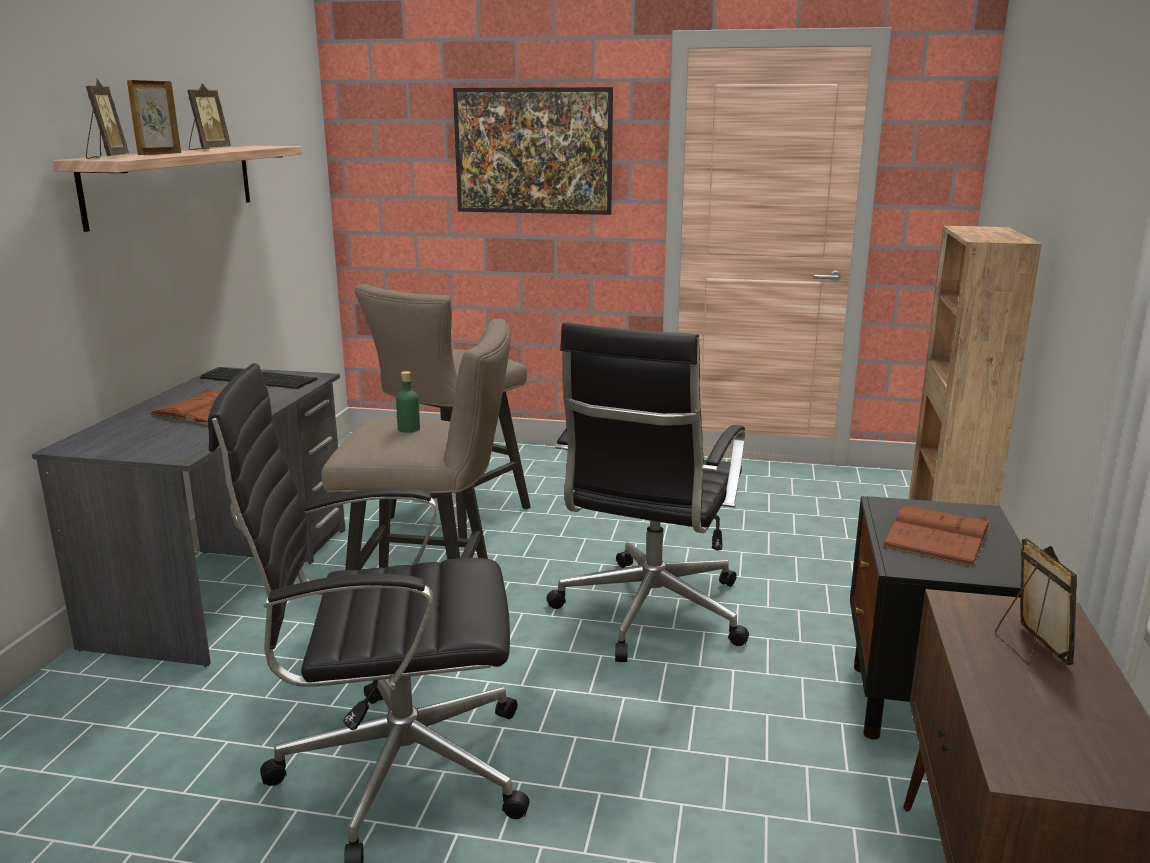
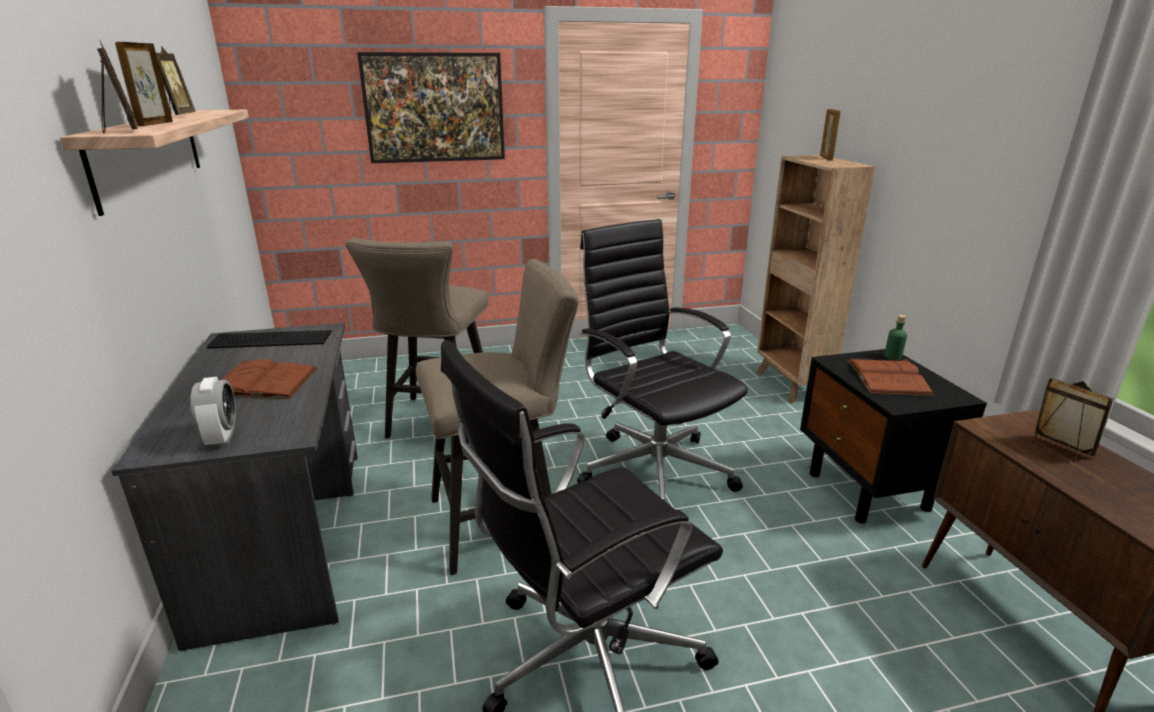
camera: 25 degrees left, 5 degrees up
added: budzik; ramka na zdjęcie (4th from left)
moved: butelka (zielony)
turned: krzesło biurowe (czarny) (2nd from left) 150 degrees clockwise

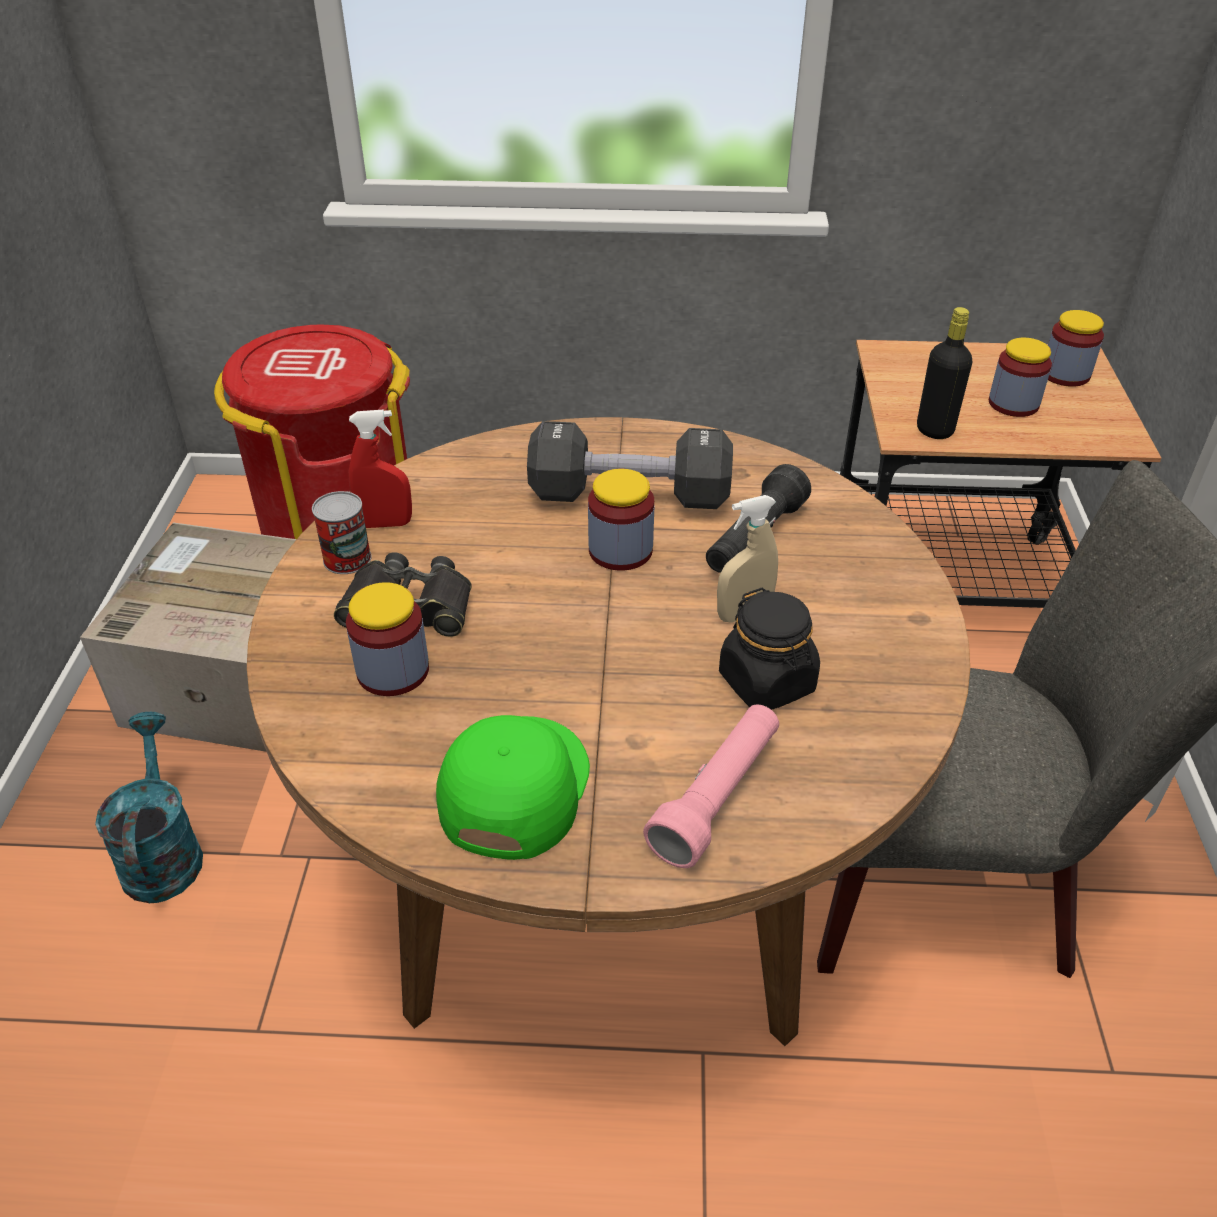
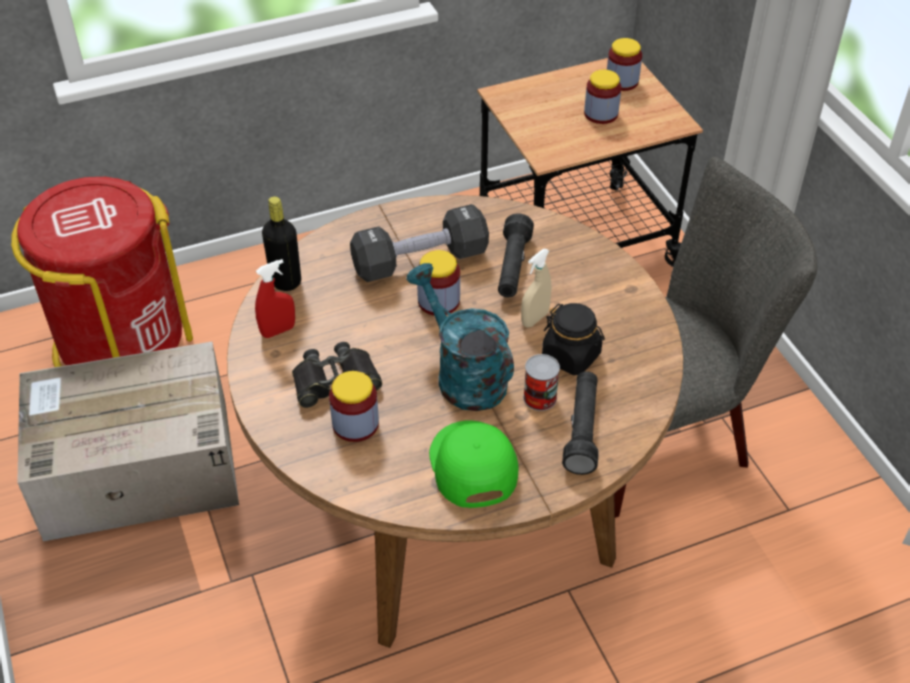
camera: 25 degrees left, 5 degrees up
moved: konewka (turkusowy); puszka; butelka (czarny)
recoloured: latarka (różowy) to latarka (czarny) (2nd from left)

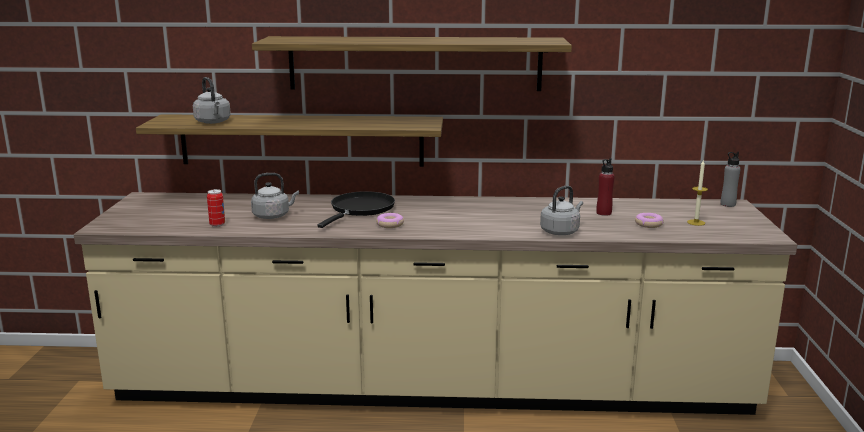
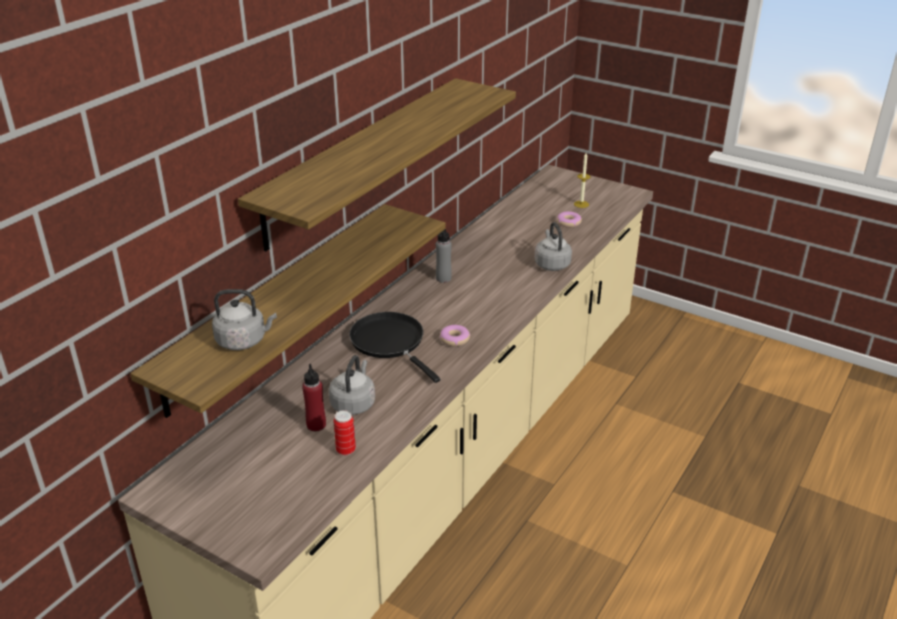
camera: 60 degrees left, 15 degrees up
moved: butelka (czerwony); butelka (szary)

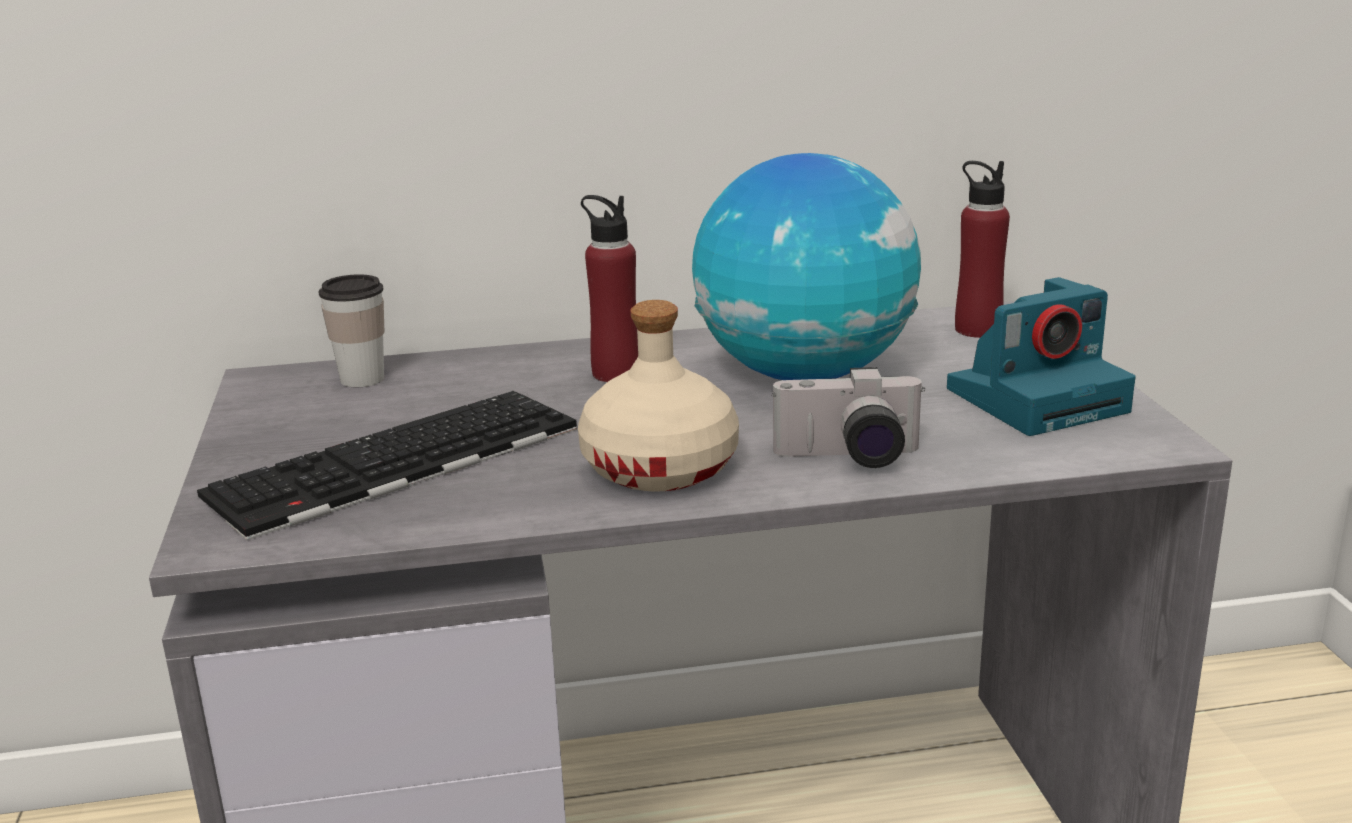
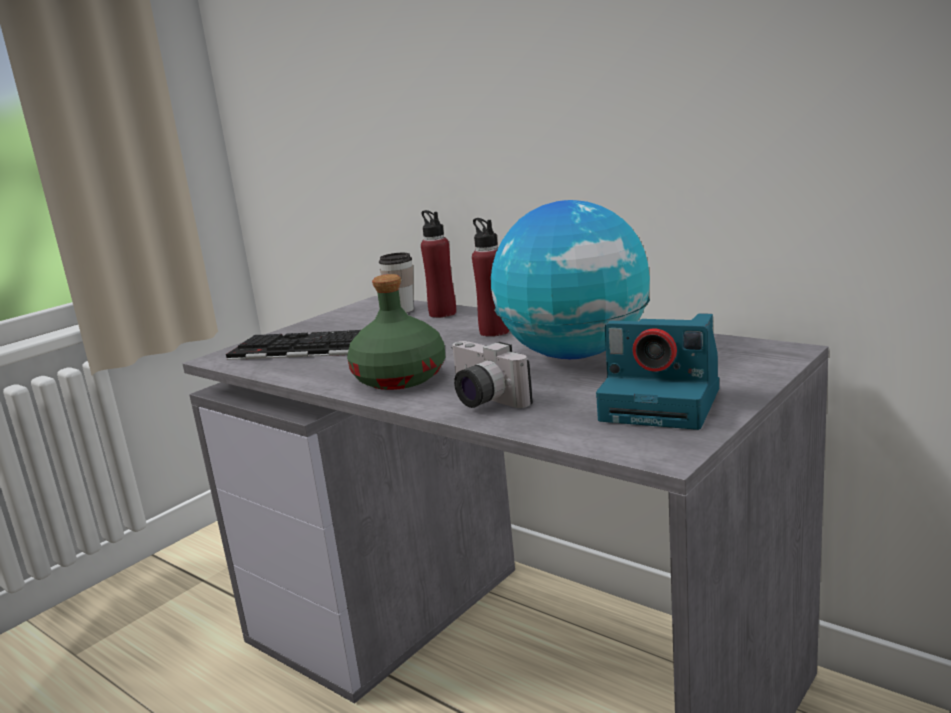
camera: 50 degrees right, 5 degrees down
moved: butelka (czerwony) (2nd from left in the first image) to butelka (czerwony) (1st from left)
recoloured: butelka (beżowy) to butelka (zielony)

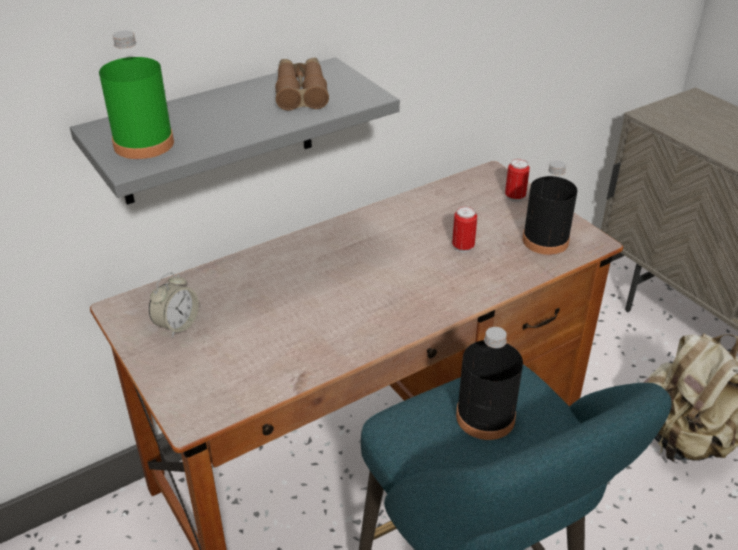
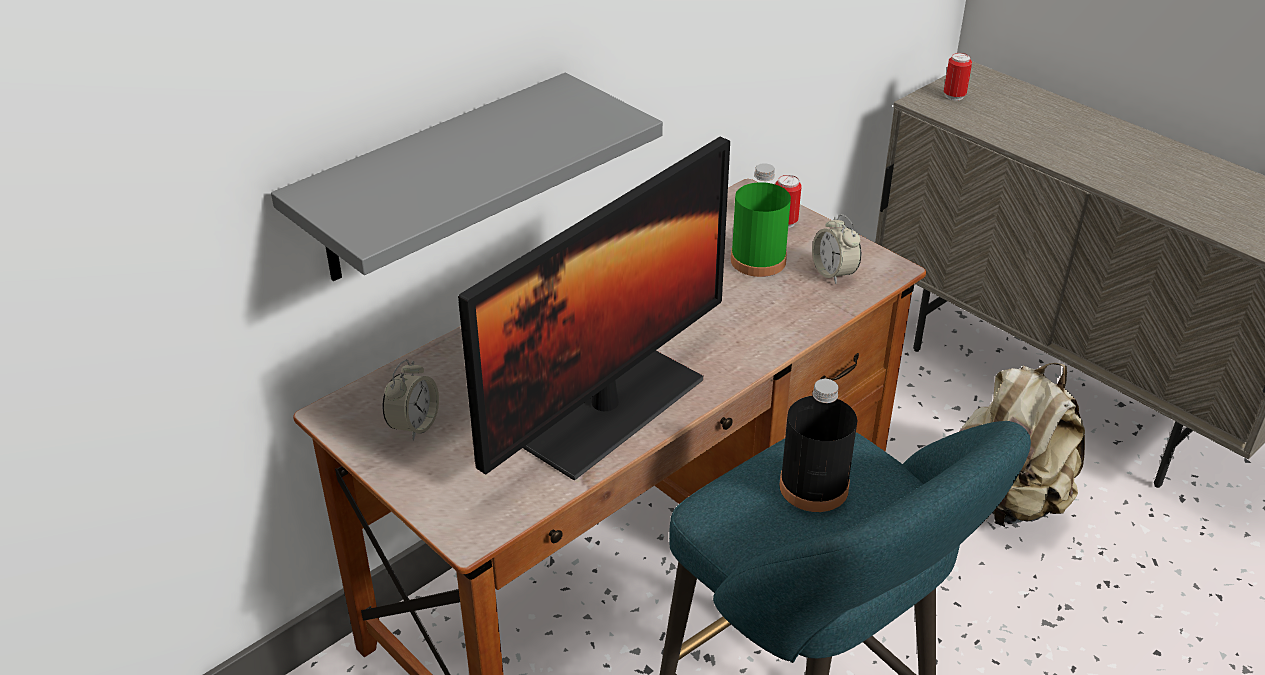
camera: 10 degrees left, 0 degrees up
removed: lornetka (brązowy)
added: monitor
moved: butelka (zielony); puszka (1st from left in the first image) to puszka (2nd from left)
replaced: butelka (czarny) (2nd from left) to budzik (2nd from left)

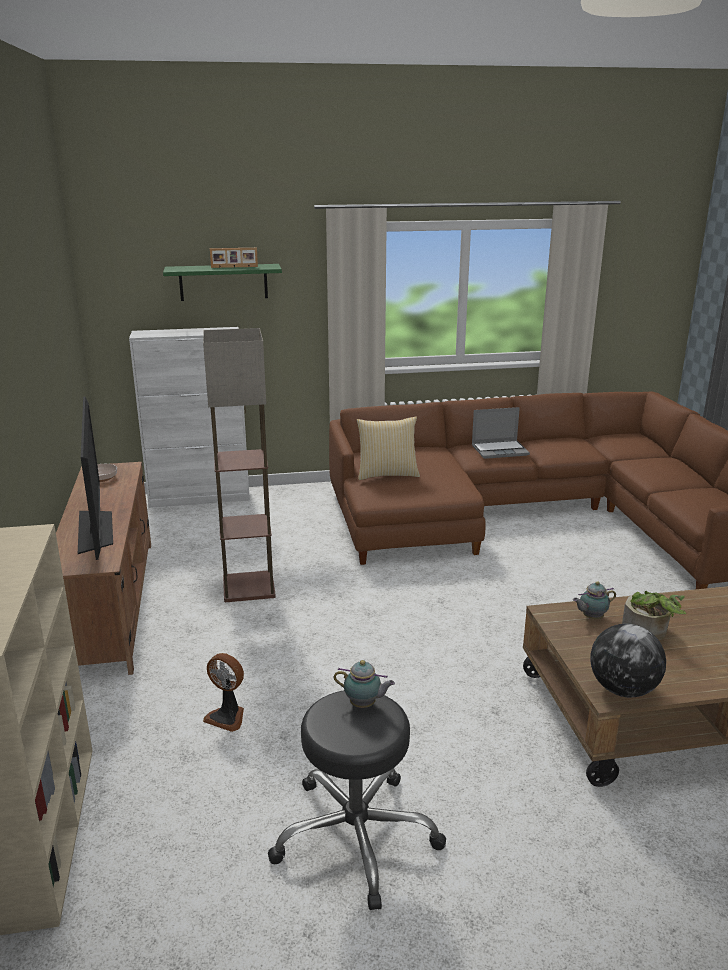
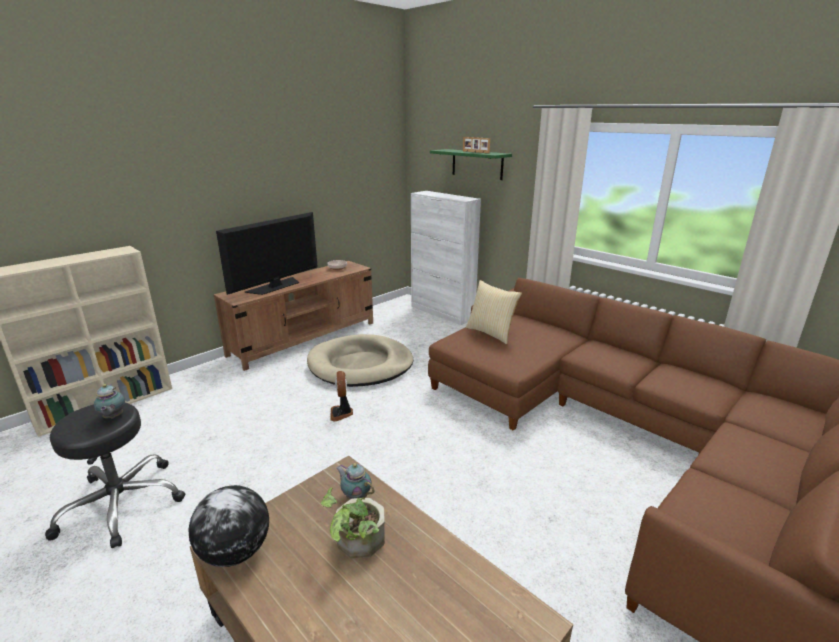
camera: 55 degrees right, 0 degrees up
removed: laptop
moved: wentylator
replaced: lampa stojąca to legowisko (beżowy)

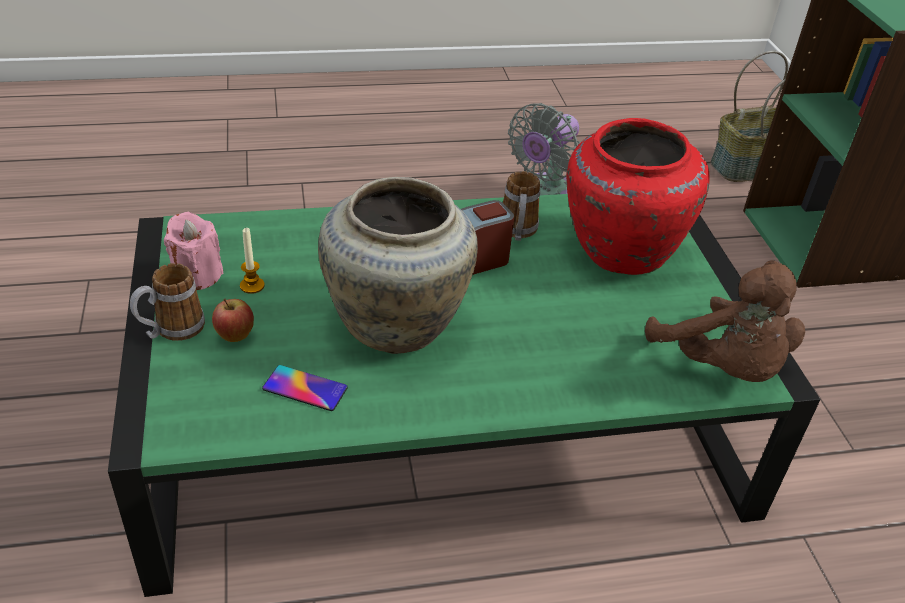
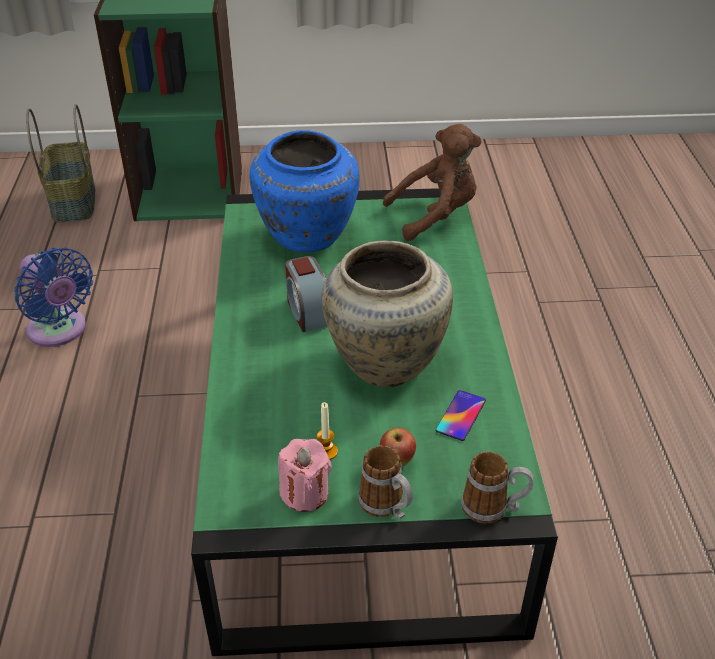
camera: 80 degrees left, 0 degrees up
moved: kubek (2nd from left)
recoloured: wentylator (szary) to wentylator (niebieski); wazon (czerwony) to wazon (niebieski)

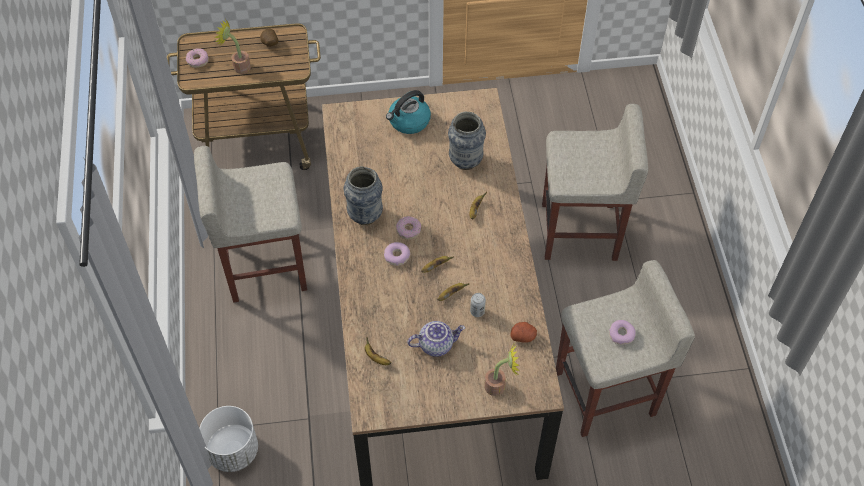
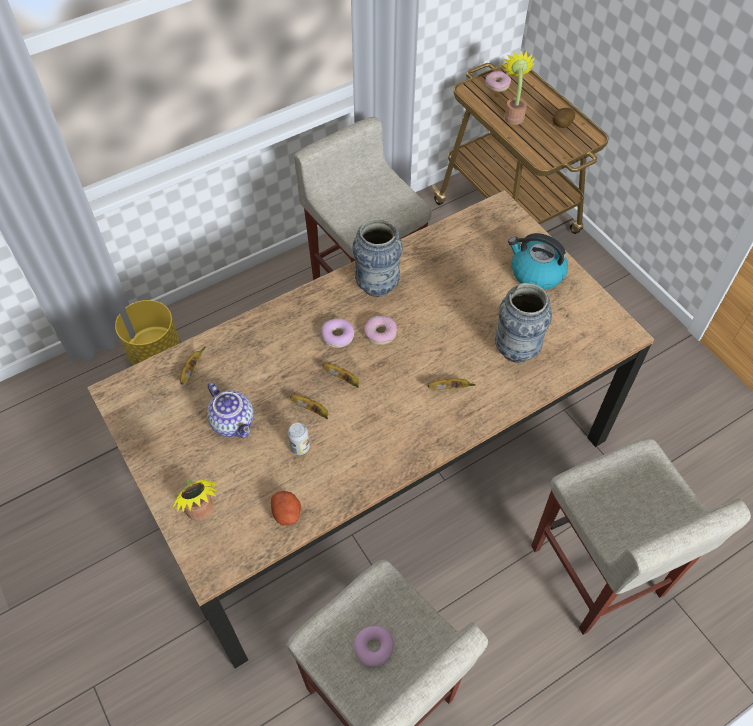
camera: 65 degrees right, 0 degrees up
recoloured: donica (biały) to donica (żółty)

